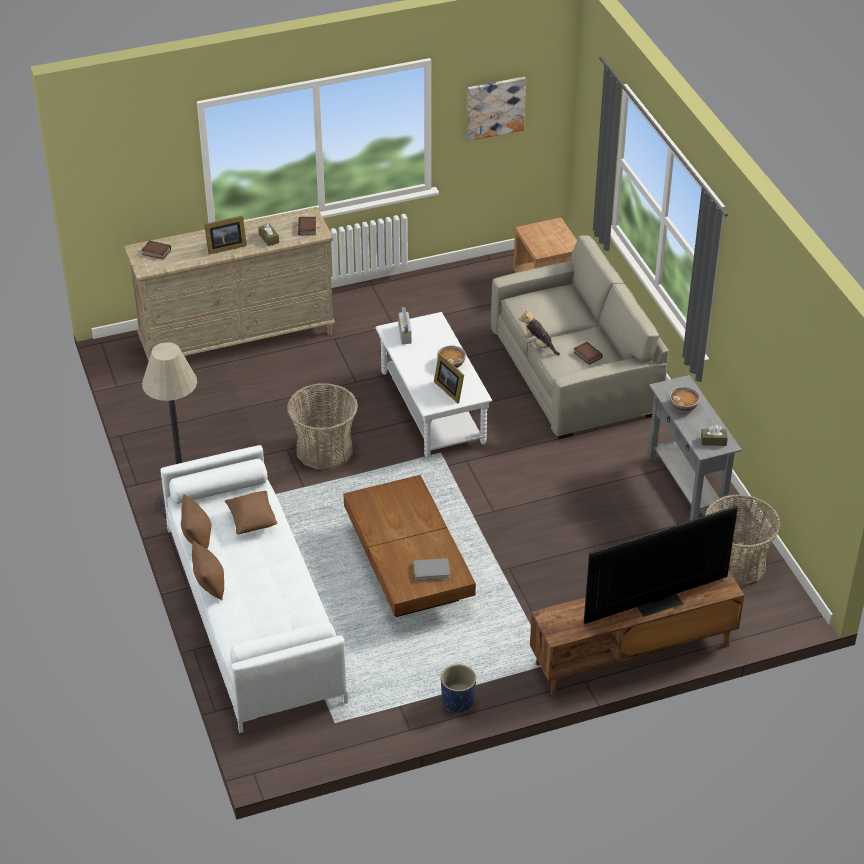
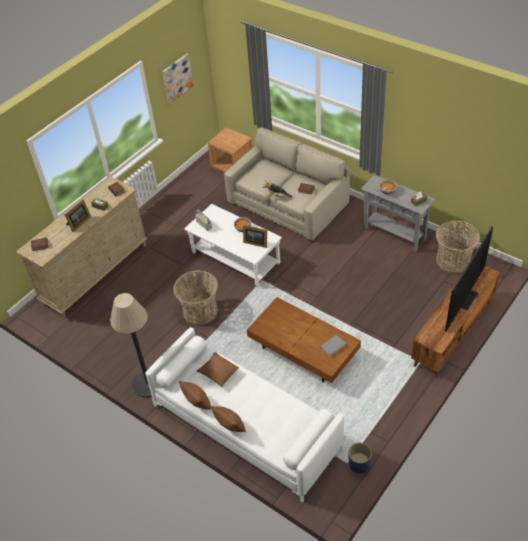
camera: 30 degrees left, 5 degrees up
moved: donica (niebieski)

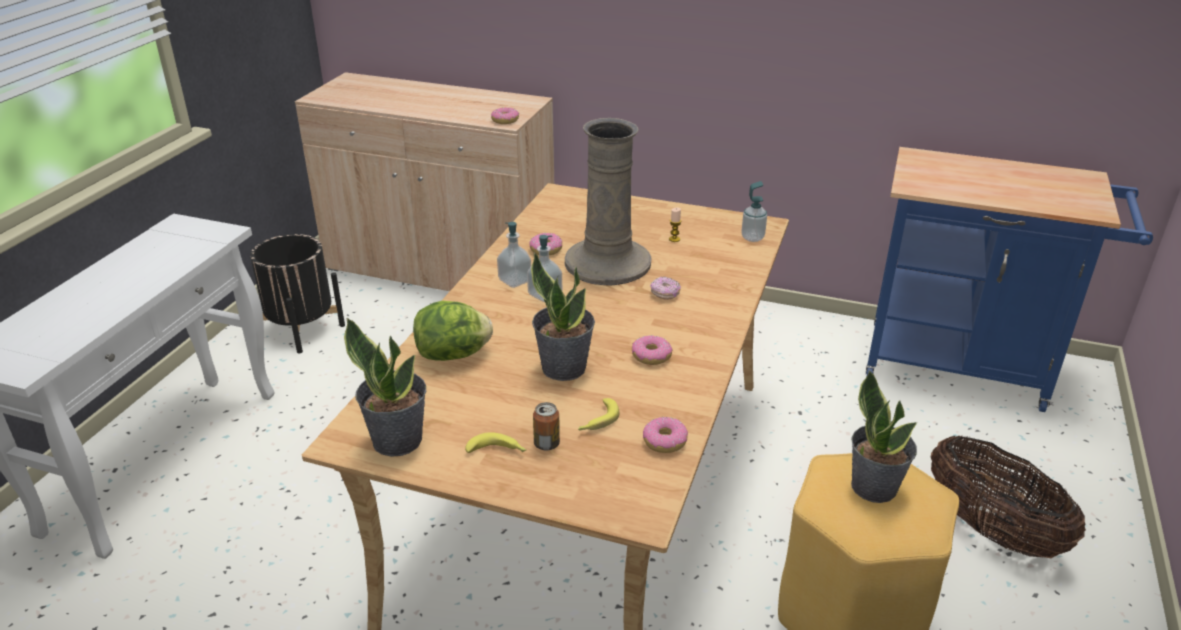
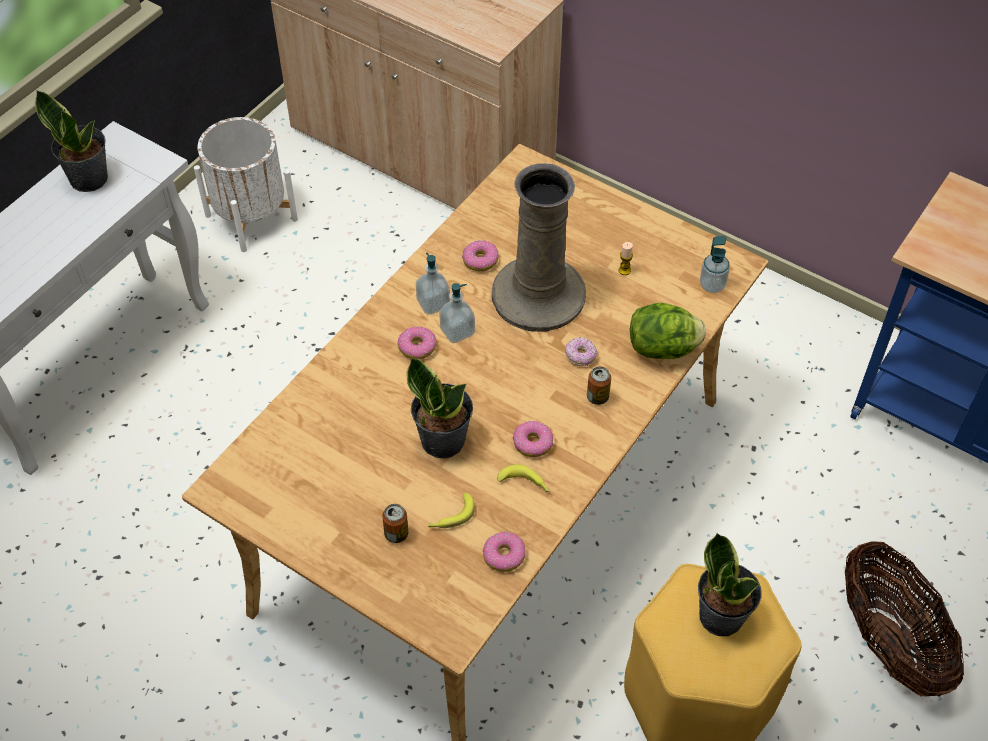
camera: 15 degrees right, 20 degrees up
added: puszka (2nd from left)
moved: roślina doniczkowa (1st from left); sałata; banan (1st from left in the first image) to banan (2nd from left); donut (1st from left)
recoloured: donica (czarny) to donica (biały)

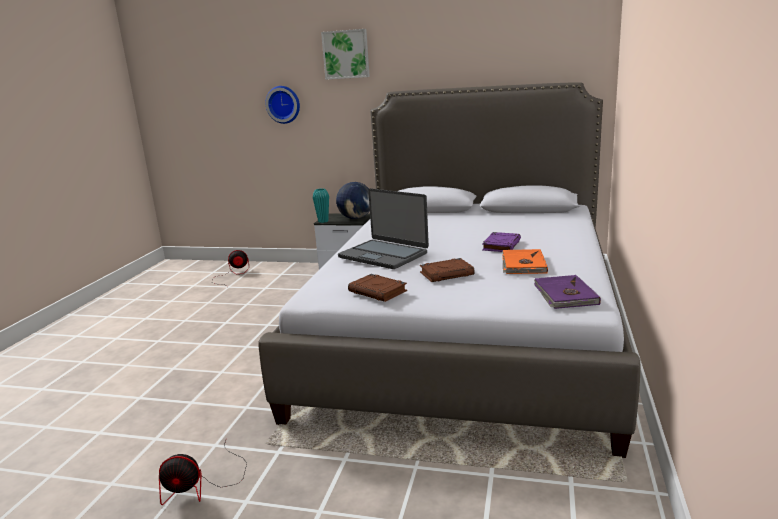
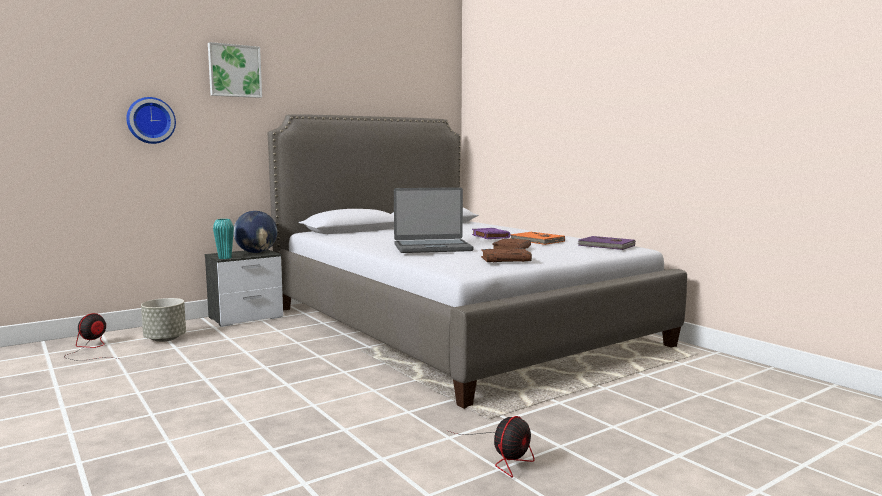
camera: 50 degrees left, 10 degrees down
added: donica (szary)

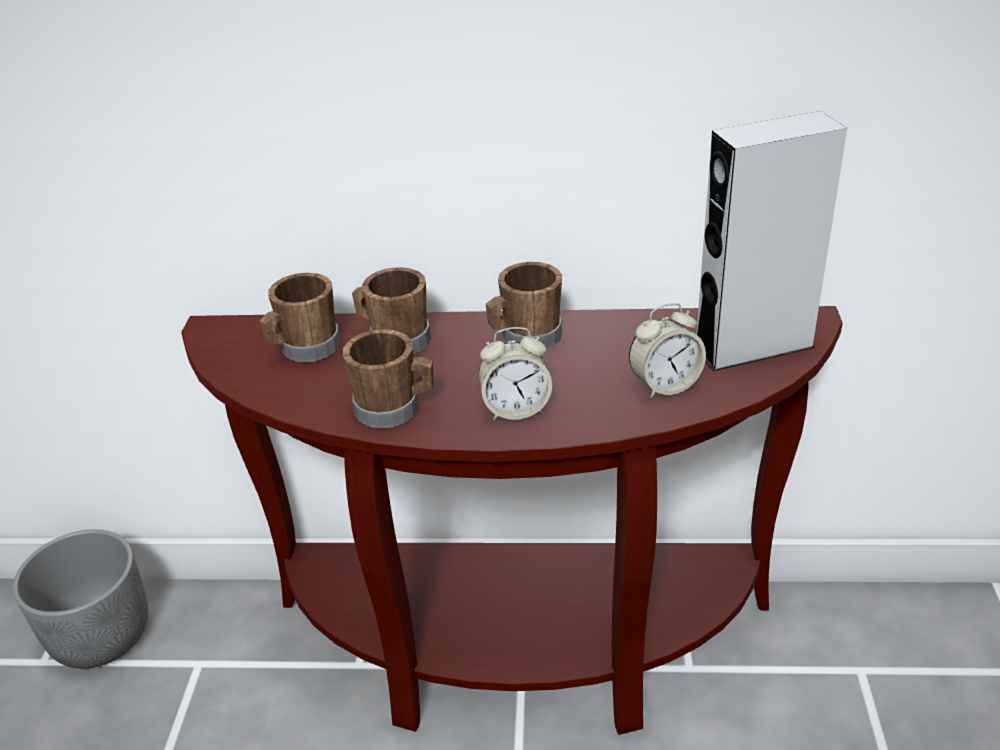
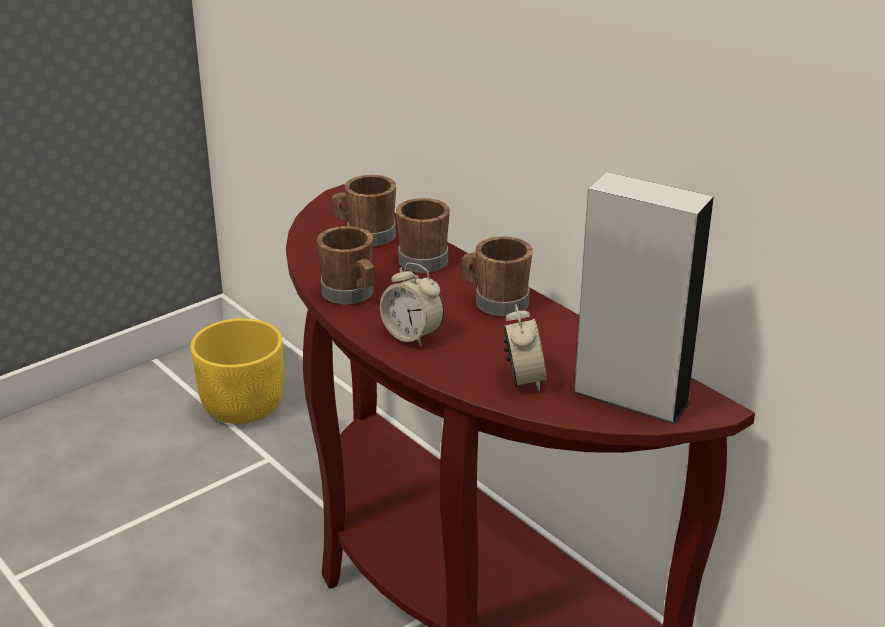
camera: 45 degrees right, 5 degrees down
recoloured: donica (szary) to donica (żółty)
turned: budzik (2nd from left) 120 degrees counterclockwise

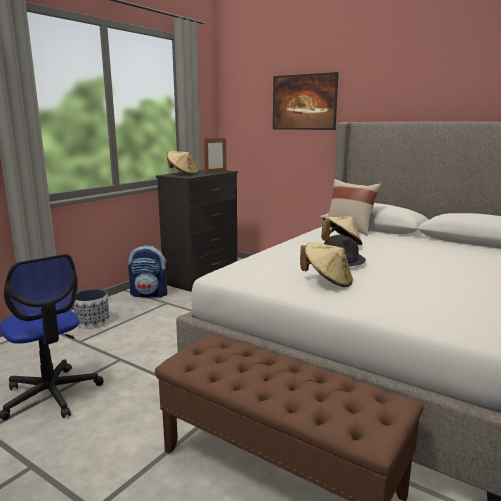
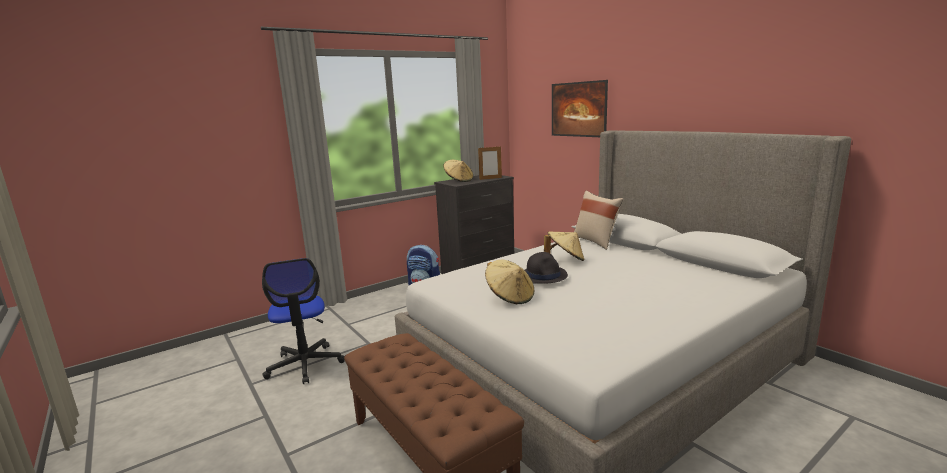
camera: 20 degrees right, 0 degrees up
removed: donica

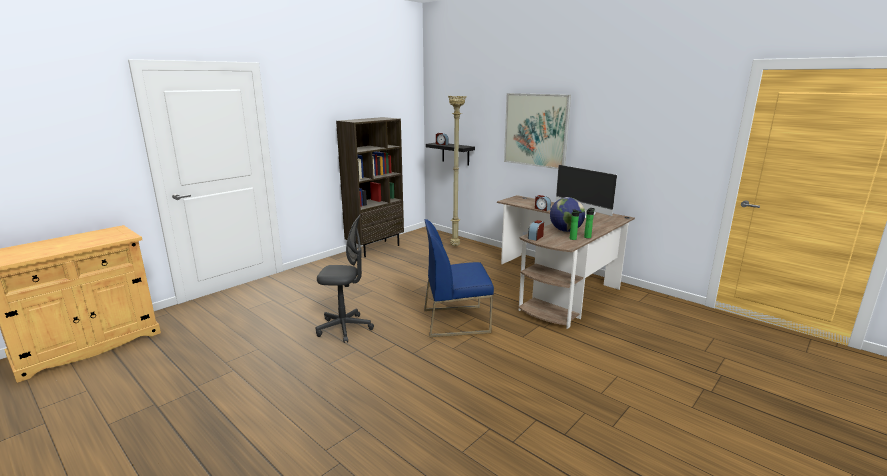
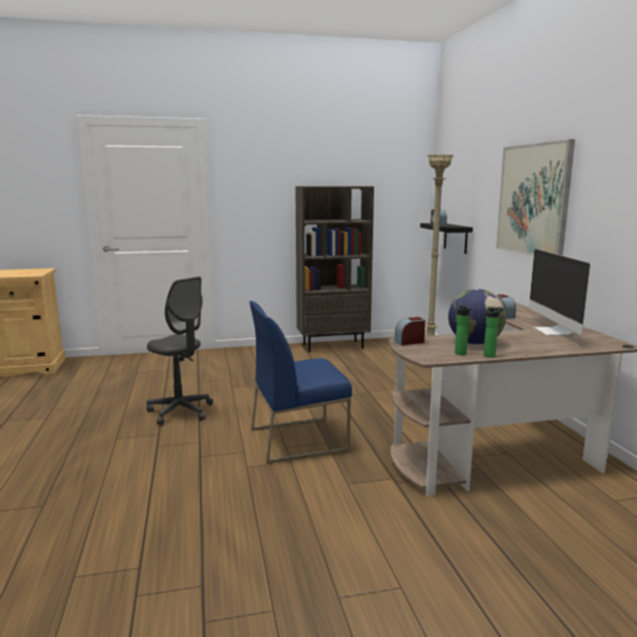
camera: 35 degrees right, 5 degrees down
turned: krzesło (niebieski) 45 degrees counterclockwise

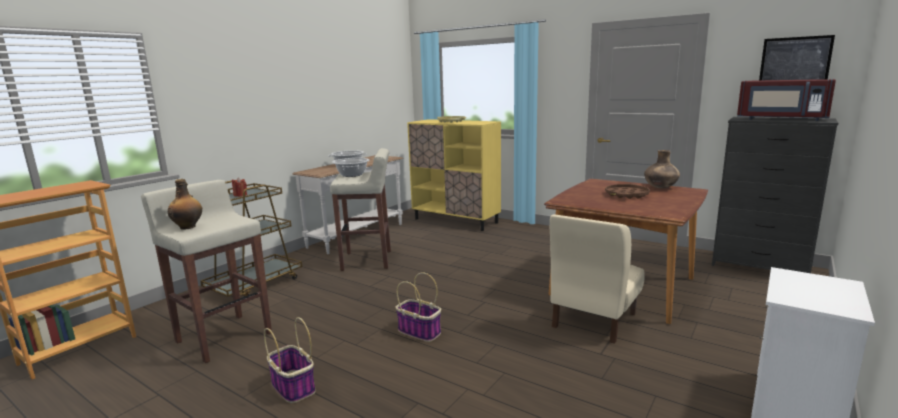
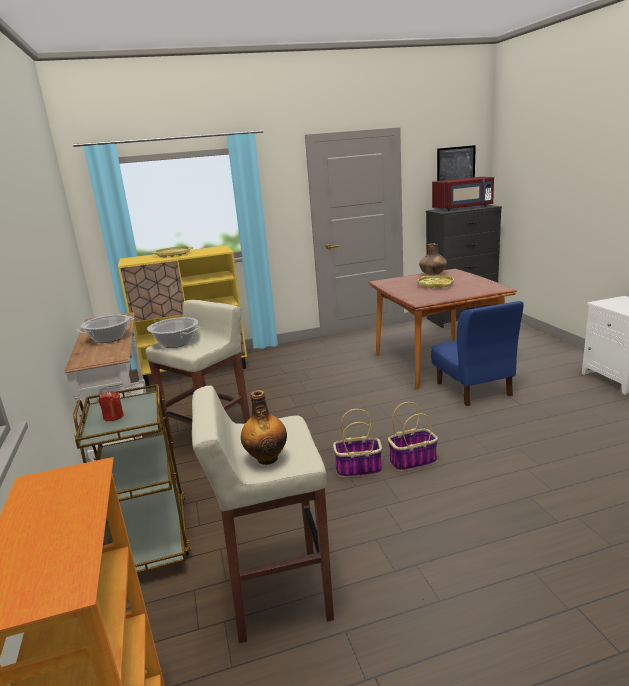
camera: 50 degrees left, 5 degrees up
moved: koszyk (1st from left)
recoloured: krzesło (beżowy) to krzesło (niebieski); taca (brązowy) to taca (żółty) (2nd from left)

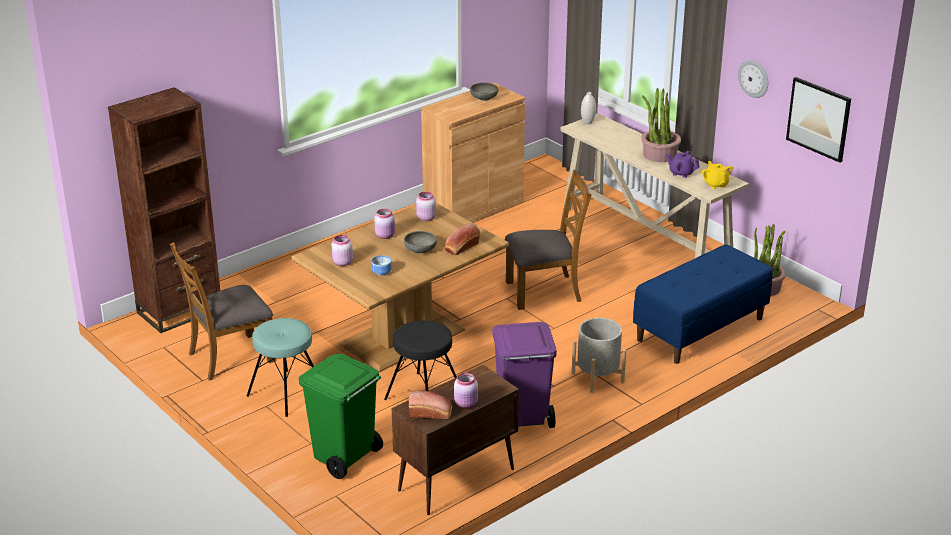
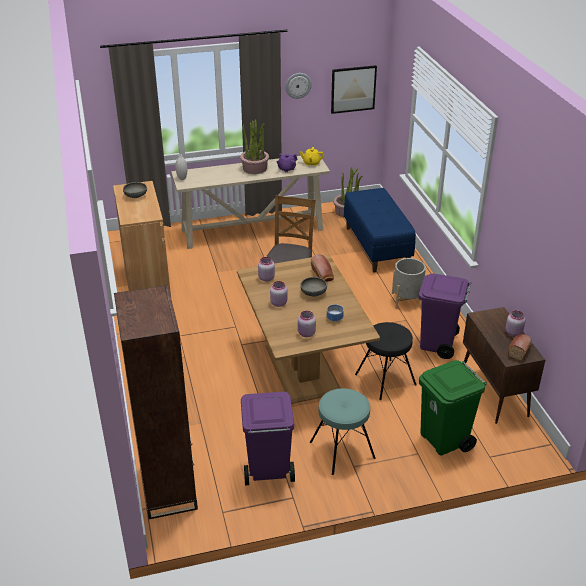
camera: 65 degrees left, 5 degrees up
replaced: krzesło (brązowy) (1st from left) to kosz na śmieci (fioletowy) (1st from left)

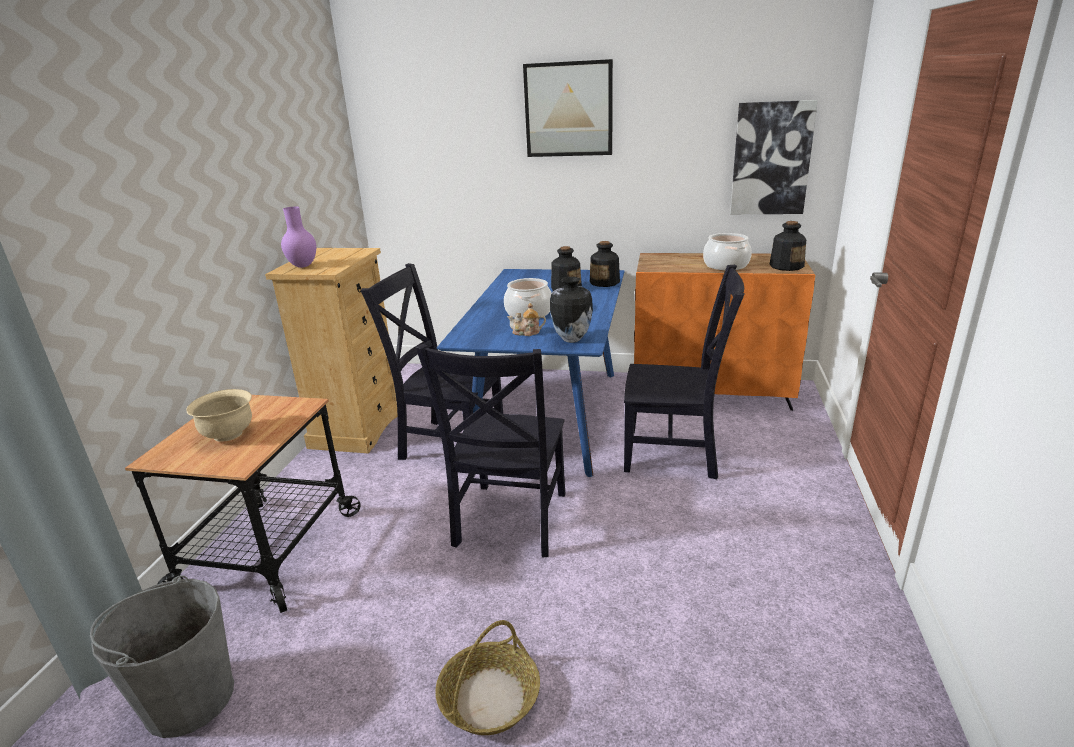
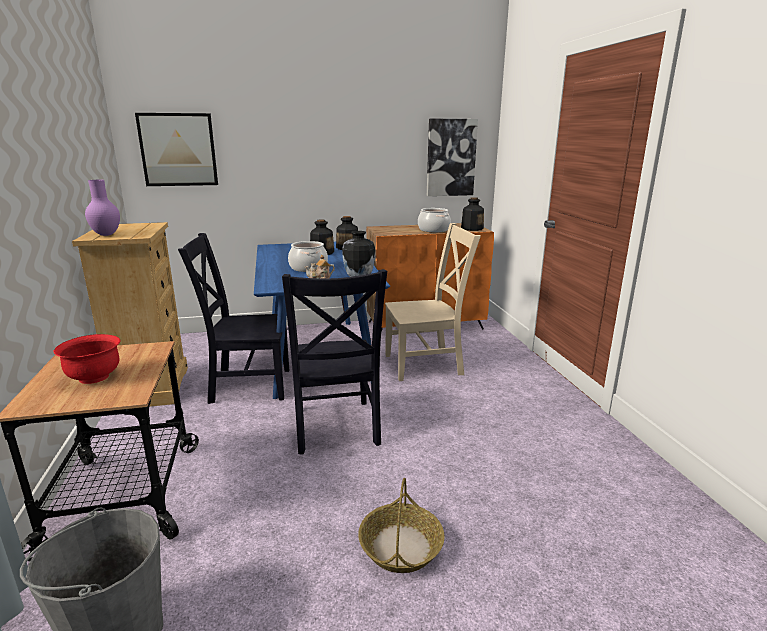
camera: 25 degrees left, 5 degrees down
moved: obraz (1st from left)
recoloured: miska (beżowy) to miska (czerwony); krzesło (czarny) (3rd from left) to krzesło (beżowy)

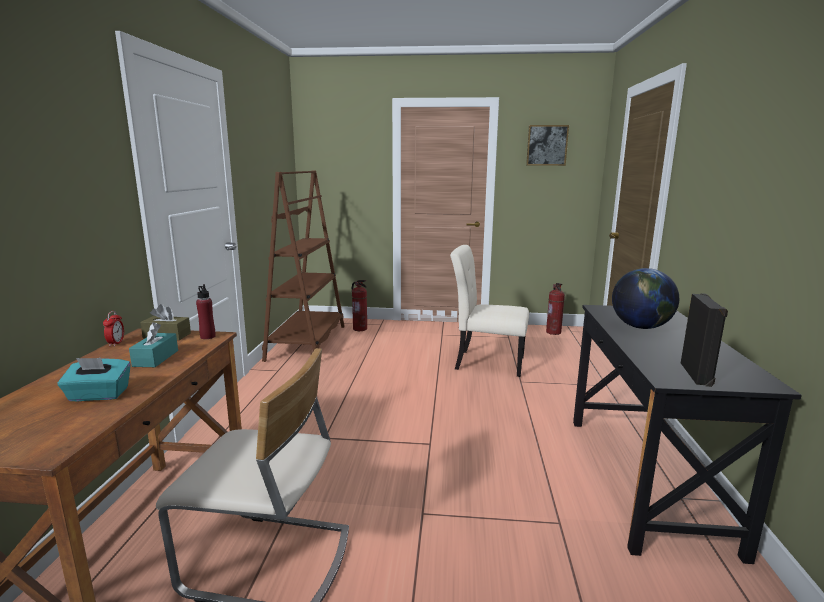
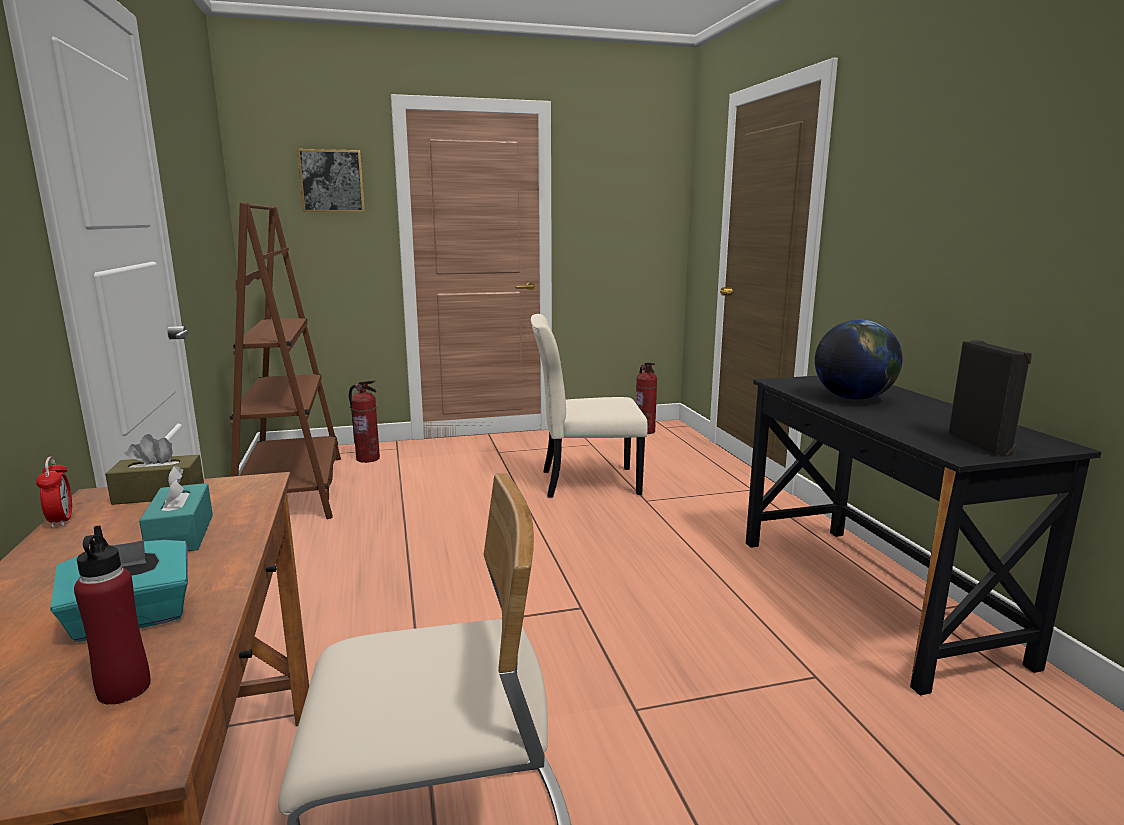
camera: 20 degrees left, 0 degrees up
moved: butelka (czerwony); obraz

